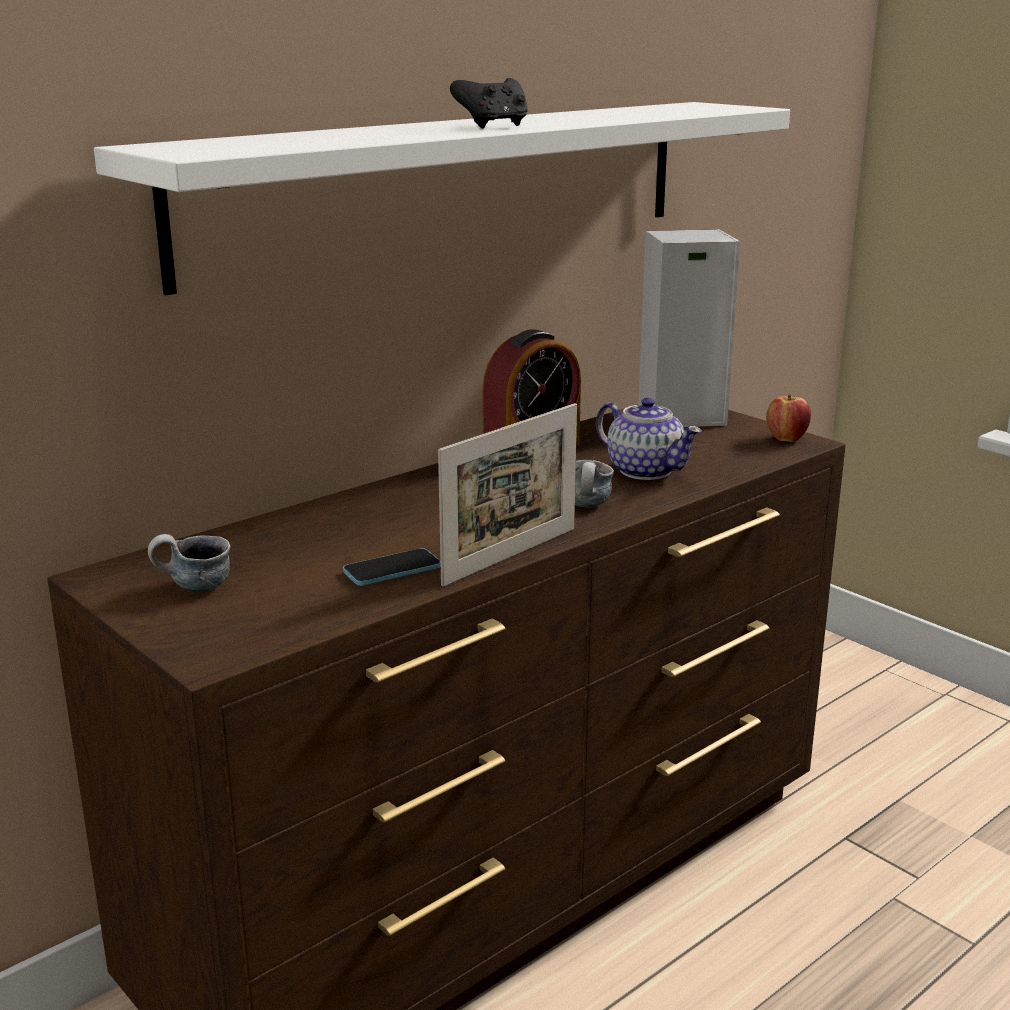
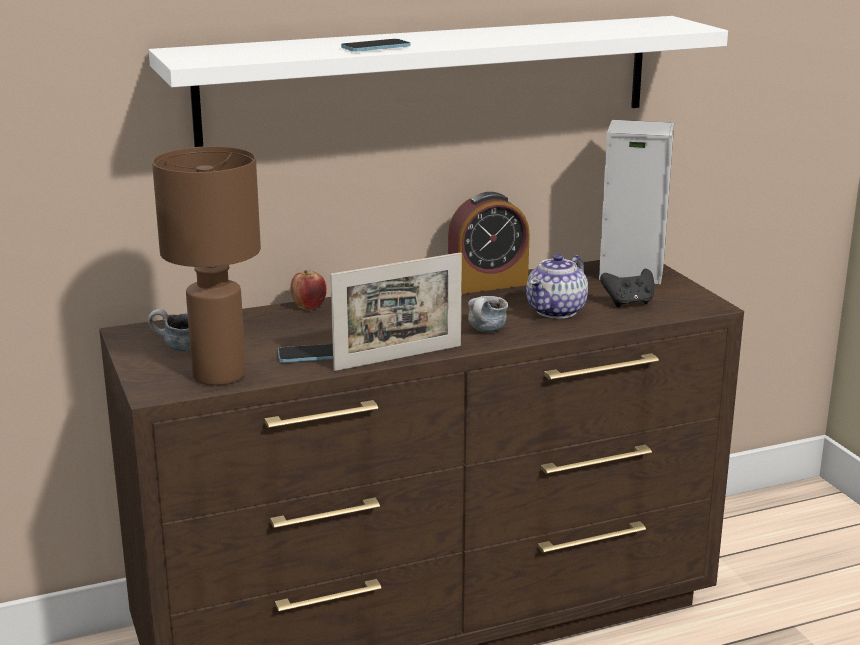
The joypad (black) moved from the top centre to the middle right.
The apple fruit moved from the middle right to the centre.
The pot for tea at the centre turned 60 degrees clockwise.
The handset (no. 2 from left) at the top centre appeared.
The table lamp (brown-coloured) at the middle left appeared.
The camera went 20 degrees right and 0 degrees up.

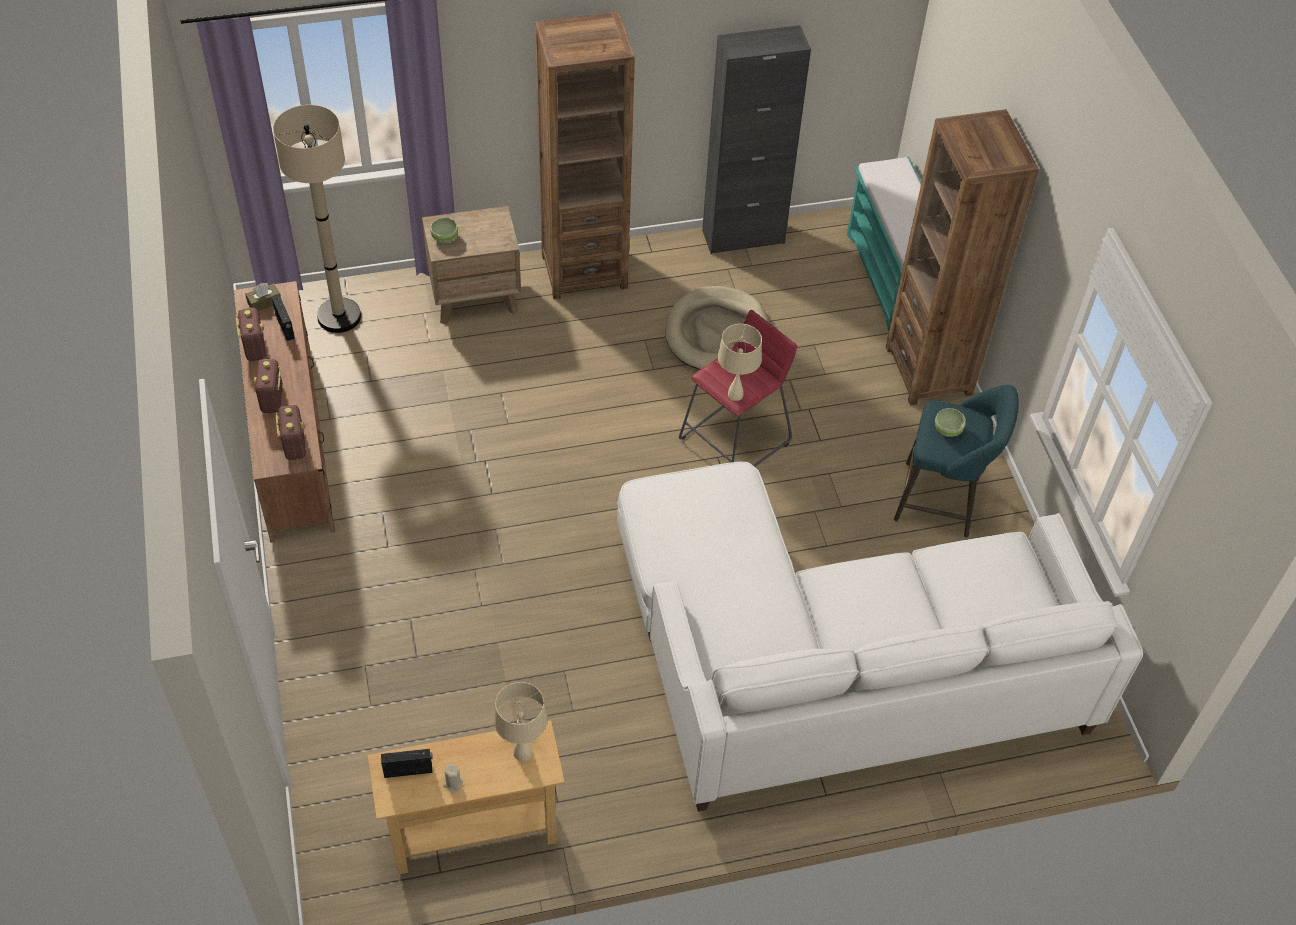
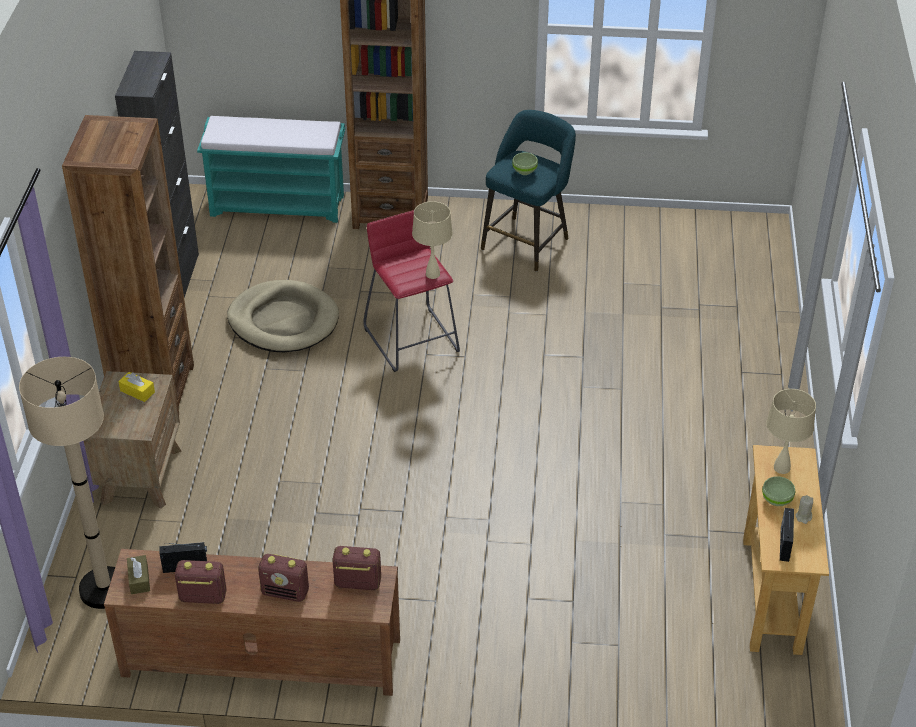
The serving bowl (green) (no. 1 from left in the first image) moved from the top centre to the bottom right.
The couch (white) at the bottom right disappeared.
The tissue box (yellowish) at the middle left appeared.
The camera went 70 degrees left and 10 degrees down.

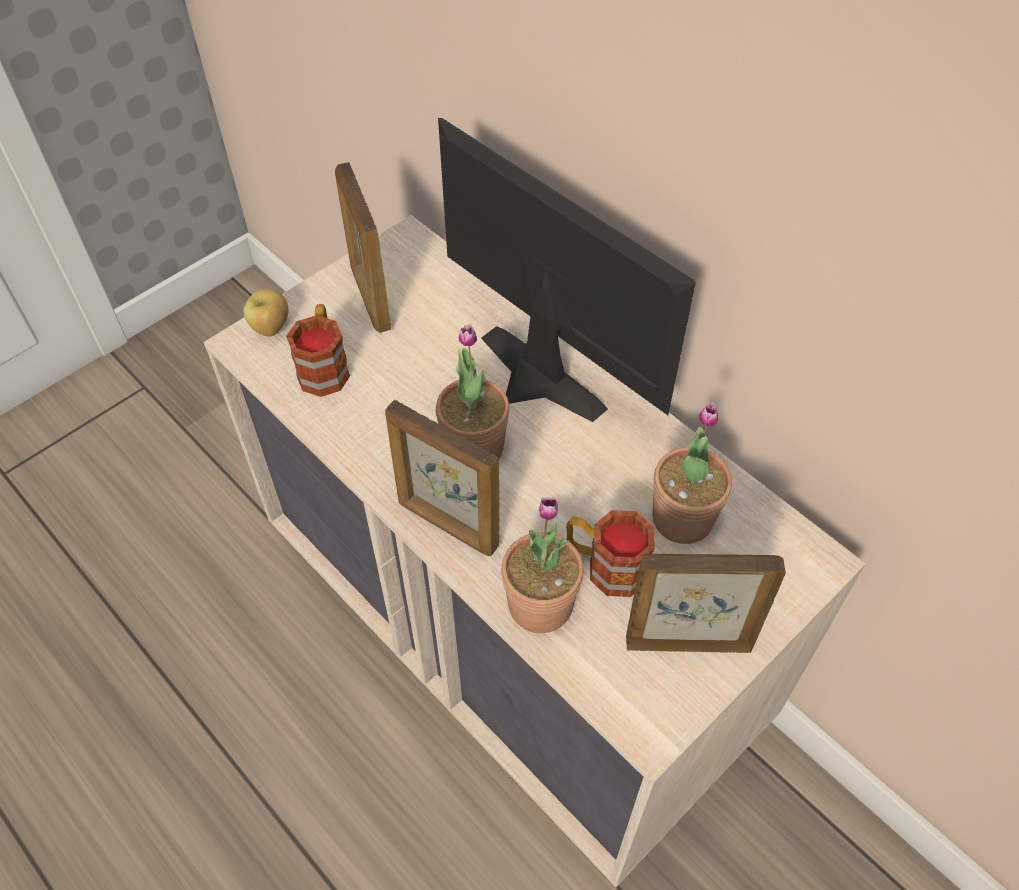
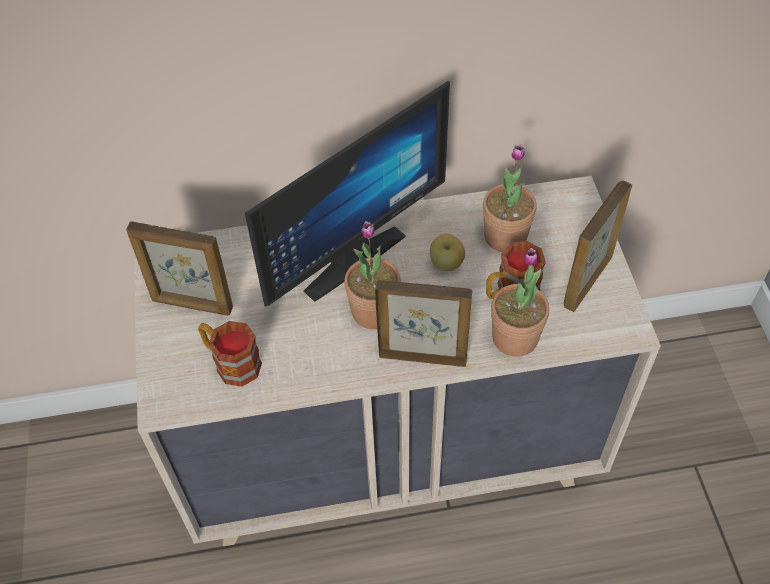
The computer screen at the top centre turned 150 degrees clockwise.
The apple fruit moved from the middle left to the centre.
The picture frame (no. 2 from left) at the centre turned 150 degrees counterclockwise.
The camera went 55 degrees left and 0 degrees up.

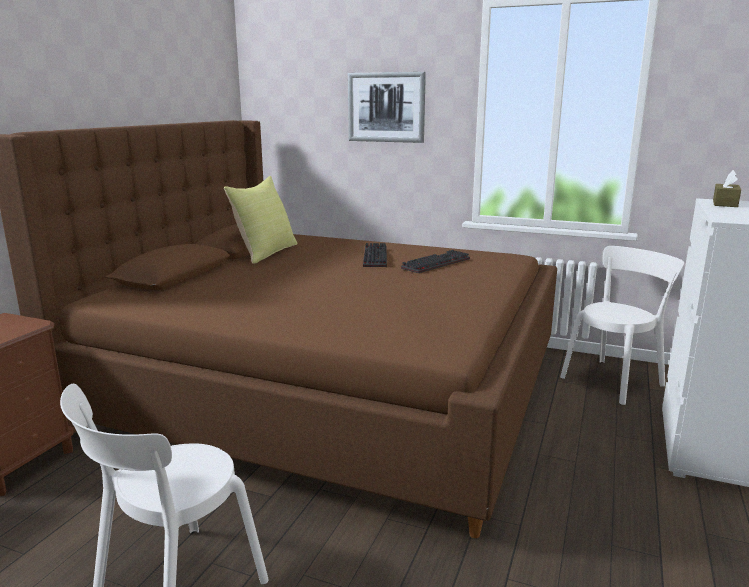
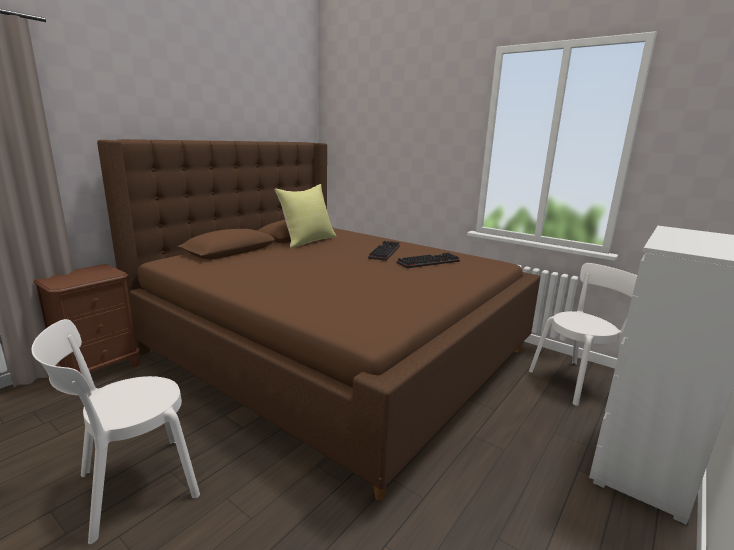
The picture at the top centre disappeared.
The tissue box (brown-coloured) at the top right disappeared.
The camera went 15 degrees right and 0 degrees up.

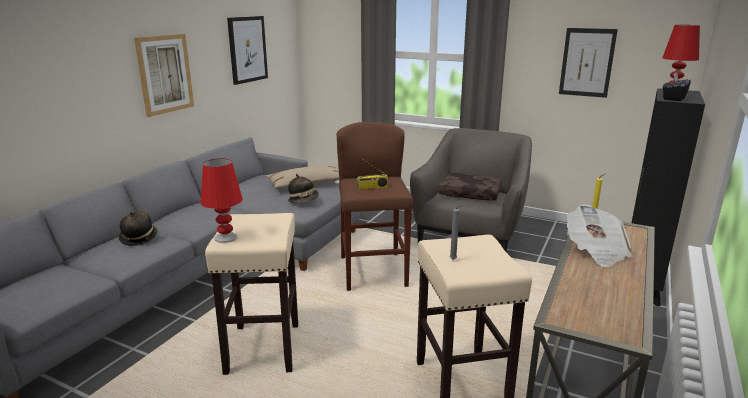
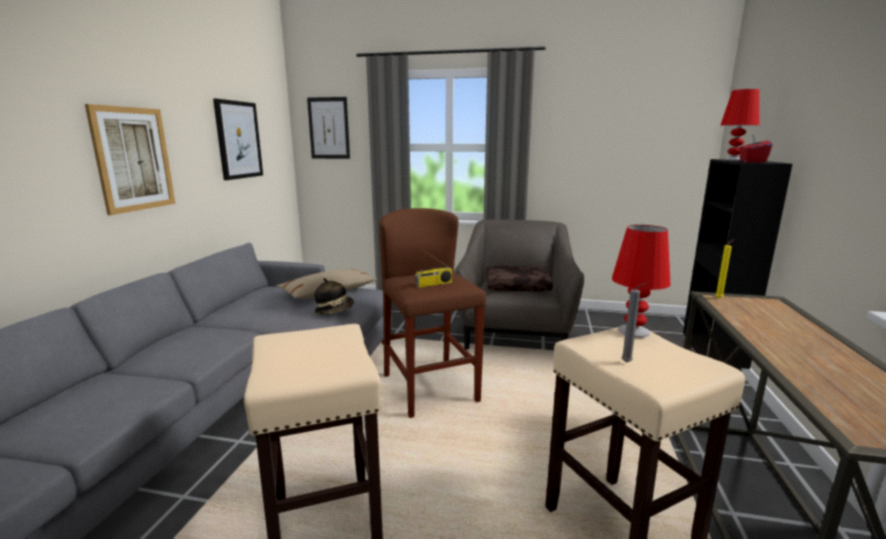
The picture (no. 3 from left) moved from the top right to the top centre.
The tissue box (black) at the top right became the tissue box (red) at the top right.
The table lamp (red) (no. 1 from left) moved from the middle left to the middle right.
The printed paper at the middle right disappeared.
The clothing hat (no. 1 from left) at the middle left disappeared.
The camera went 15 degrees left and 5 degrees down.

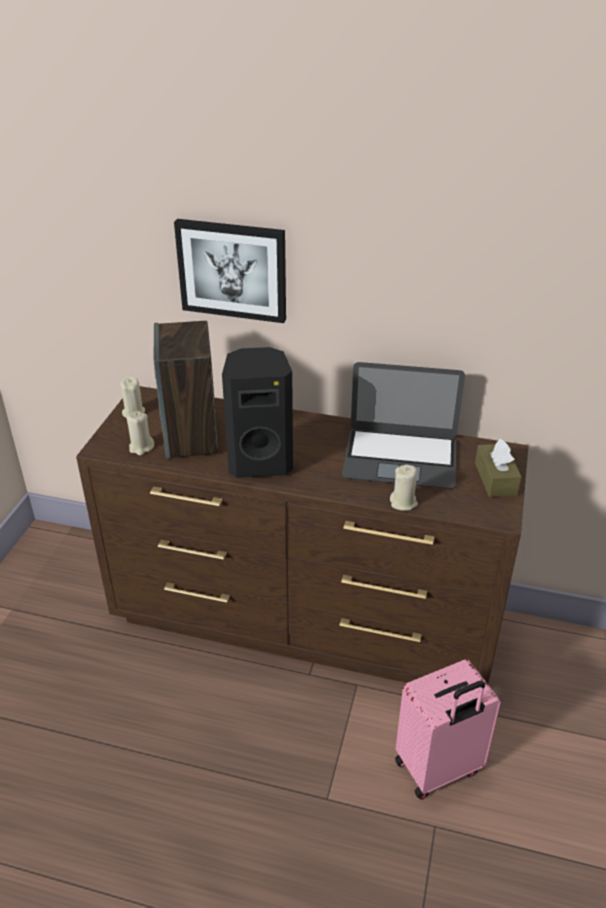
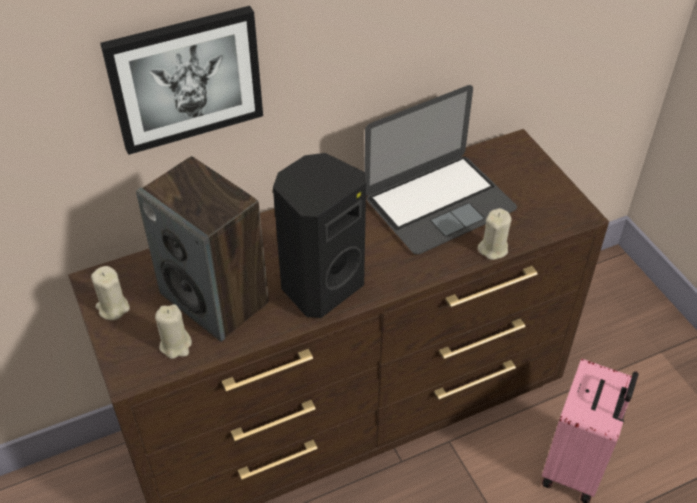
The tissue box (brown-coloured) at the middle right disappeared.
The camera went 40 degrees left and 10 degrees up.

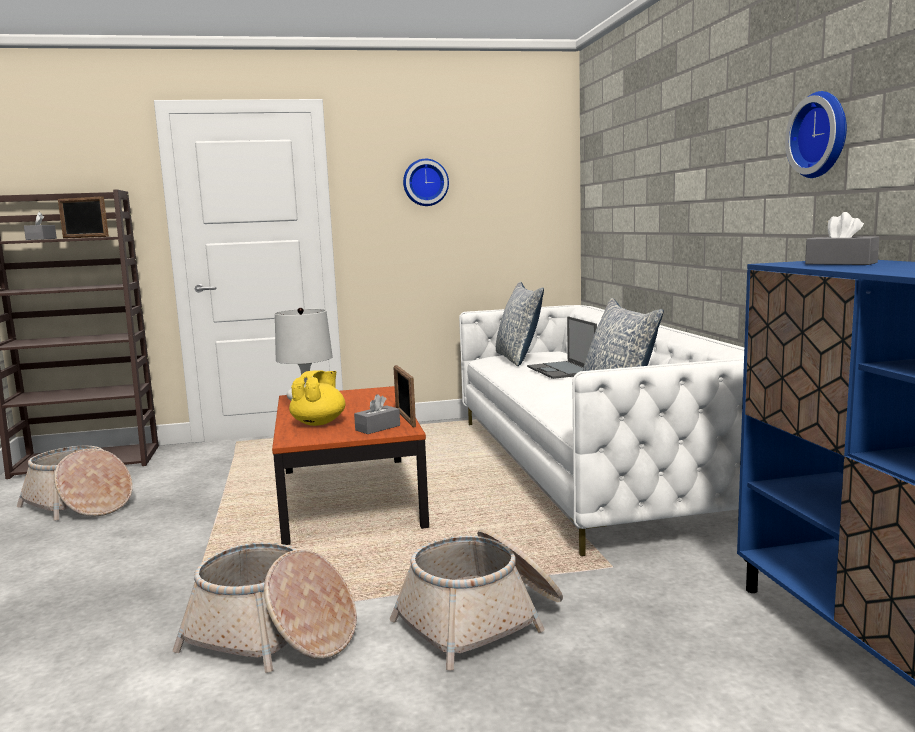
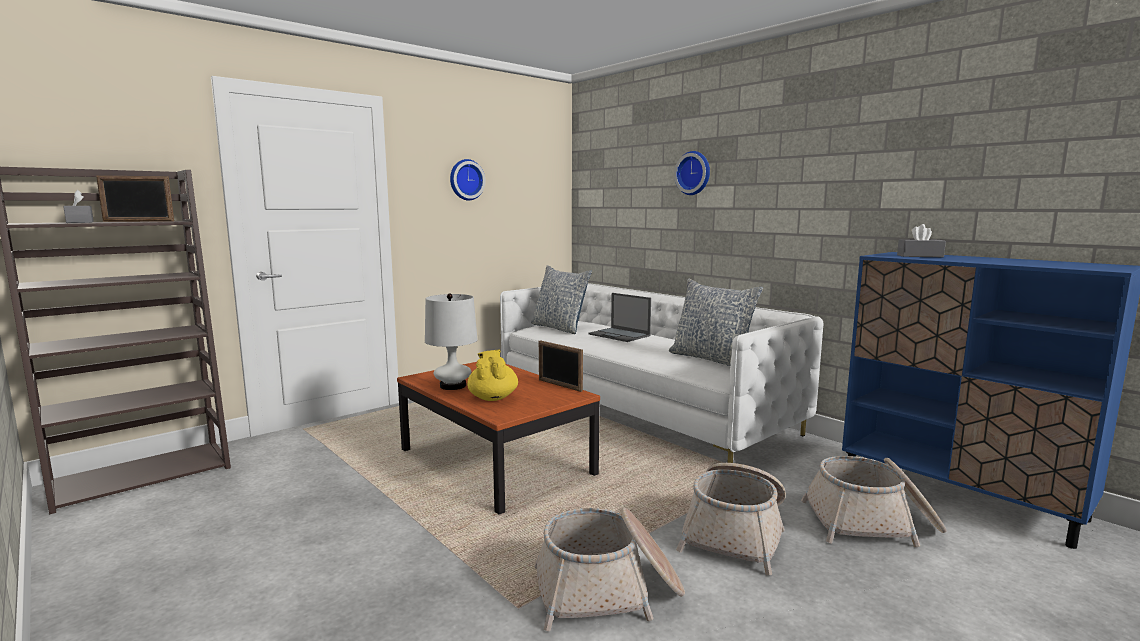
The clock on the wall (no. 2 from left) moved from the top right to the top centre.
The tissue box (gray) (no. 2 from left) at the centre disappeared.
The household basket (no. 1 from left in the first image) moved from the middle left to the bottom right.
The camera went 30 degrees left and 0 degrees up.

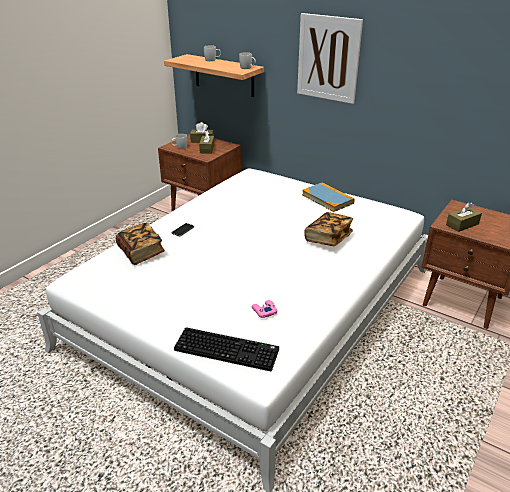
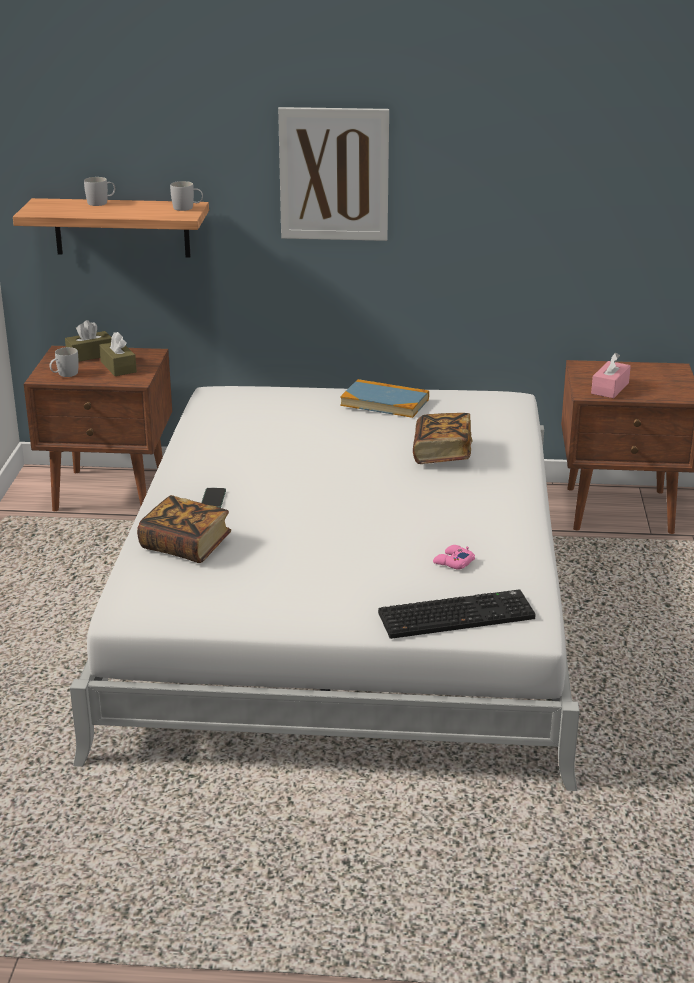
The tissue box (brown-coloured) (no. 3 from left) at the middle right became the tissue box (pink-coloured) at the middle right.
The camera went 30 degrees left and 5 degrees down.

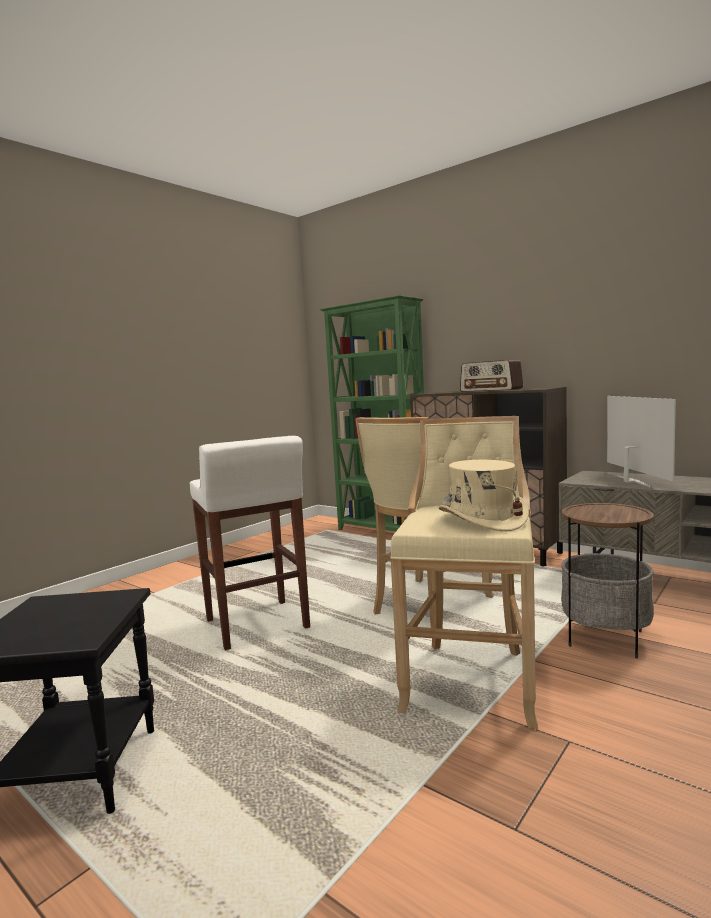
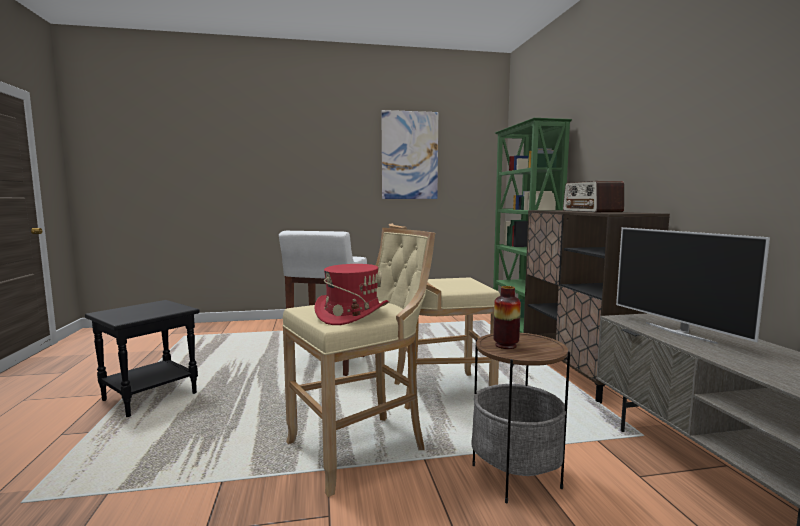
The television at the middle right turned 120 degrees clockwise.
The clothing hat (sand-coloured) at the middle right became the clothing hat (red) at the centre.
The picture at the top centre appeared.
The decorative vase at the centre appeared.
The camera went 40 degrees right and 0 degrees up.

